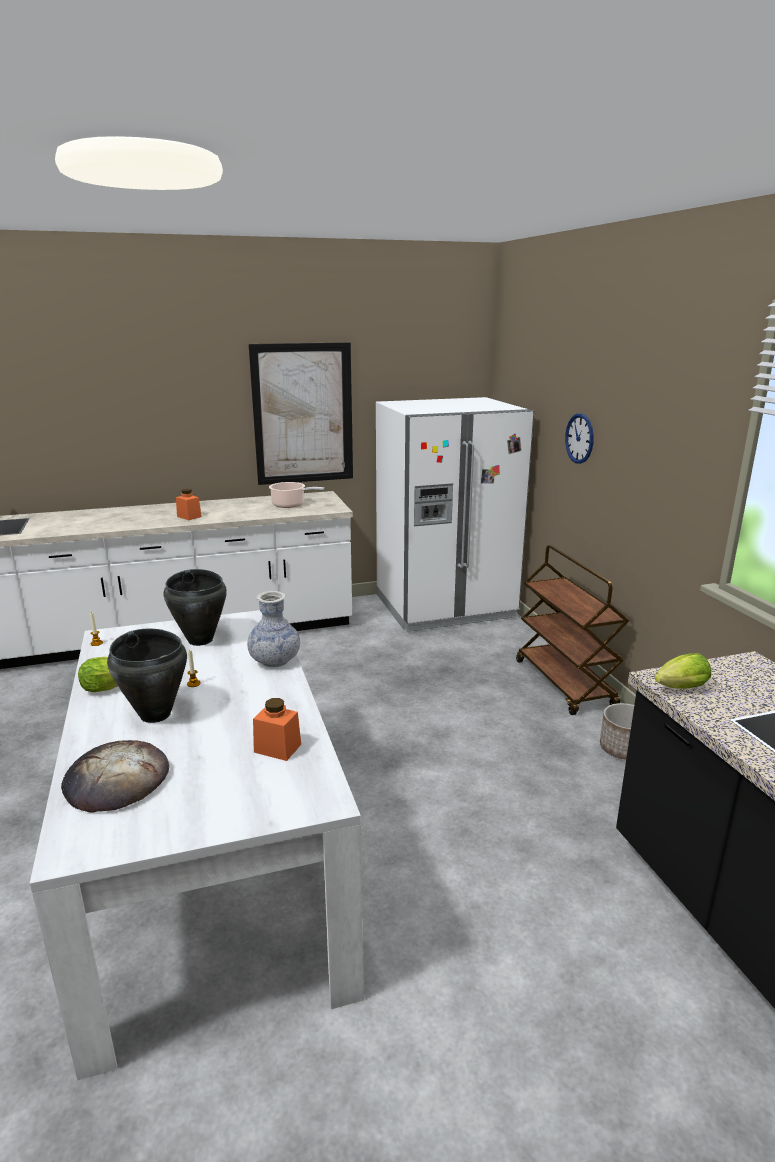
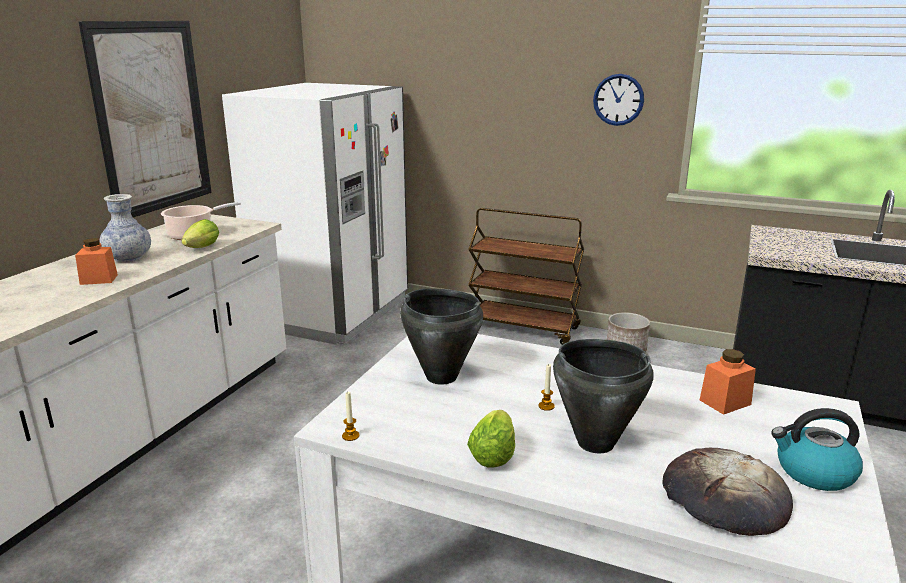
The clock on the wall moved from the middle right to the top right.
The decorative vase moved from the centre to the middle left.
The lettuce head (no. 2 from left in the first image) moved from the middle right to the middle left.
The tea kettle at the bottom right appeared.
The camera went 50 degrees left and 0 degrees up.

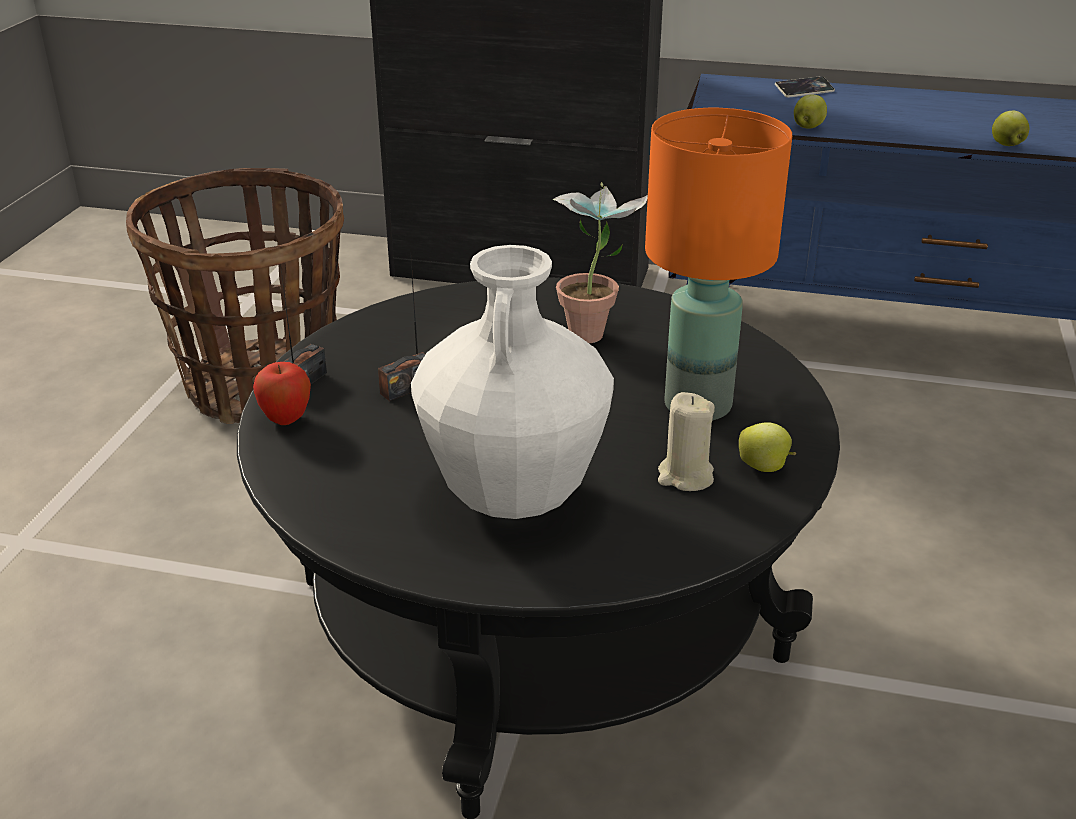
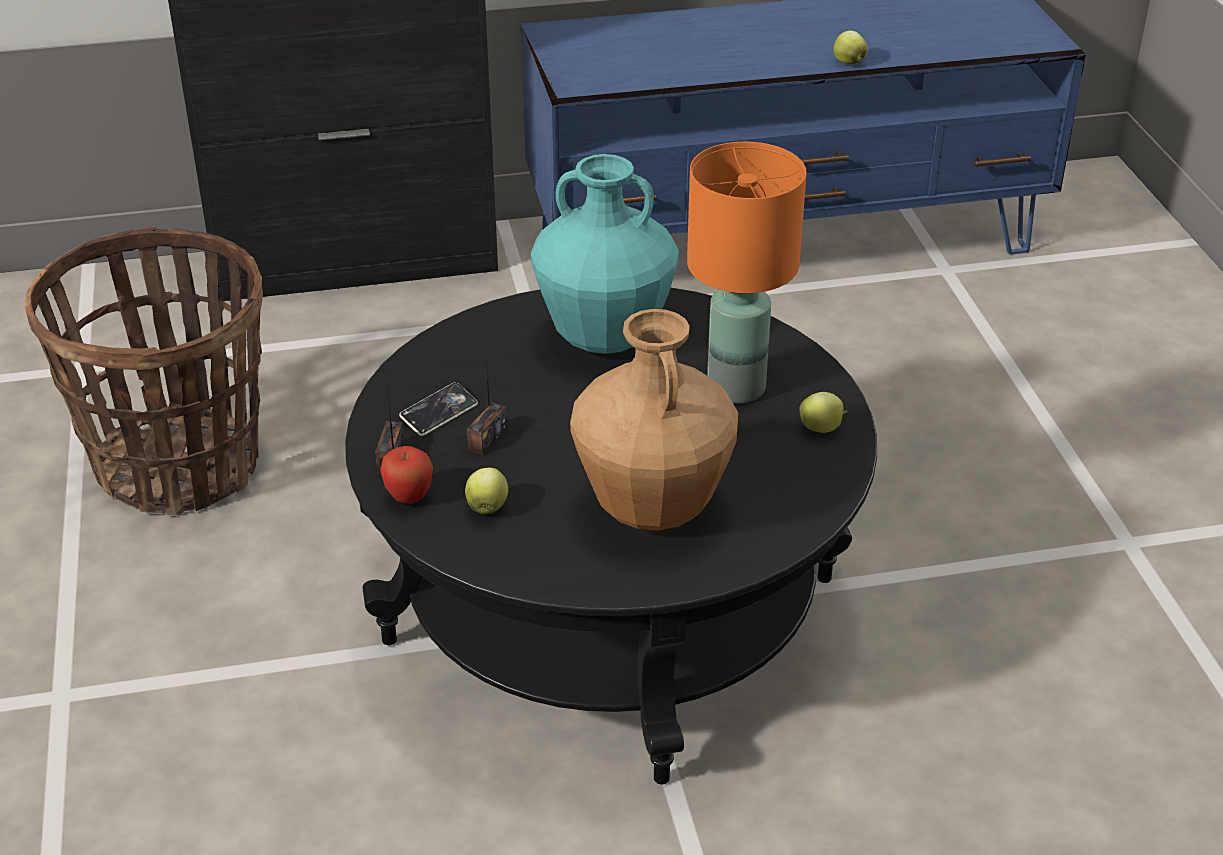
The handset moved from the top right to the centre.
The apple fruit (no. 3 from left in the first image) moved from the top right to the centre.
The houseplant at the top centre was replaced by the decorative vase (blue-green) at the top centre.
The decorative vase (white) at the centre became the decorative vase (brown-coloured) at the centre.
The wax candle (sand-coloured) at the centre disappeared.
The camera went 25 degrees left and 5 degrees up.

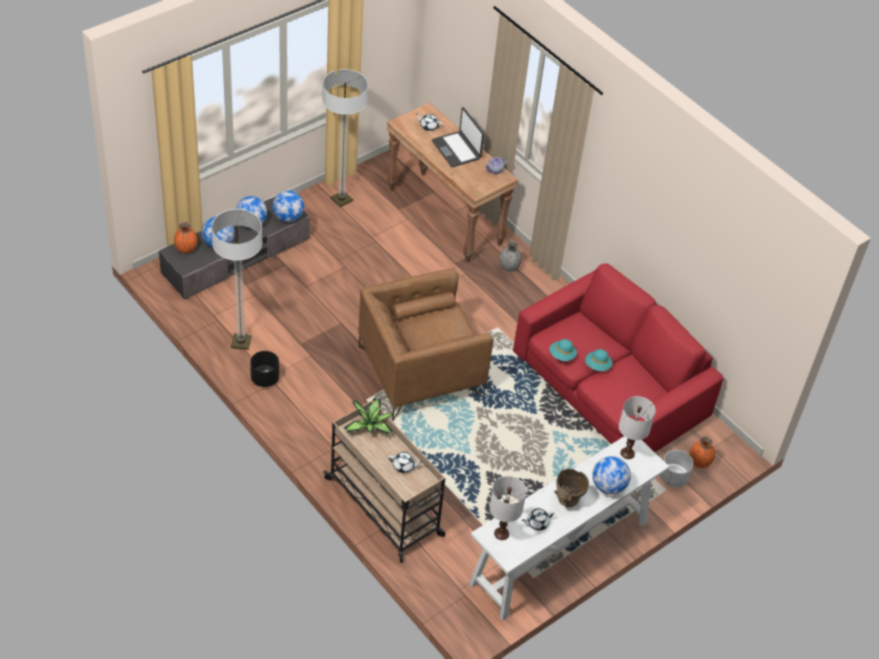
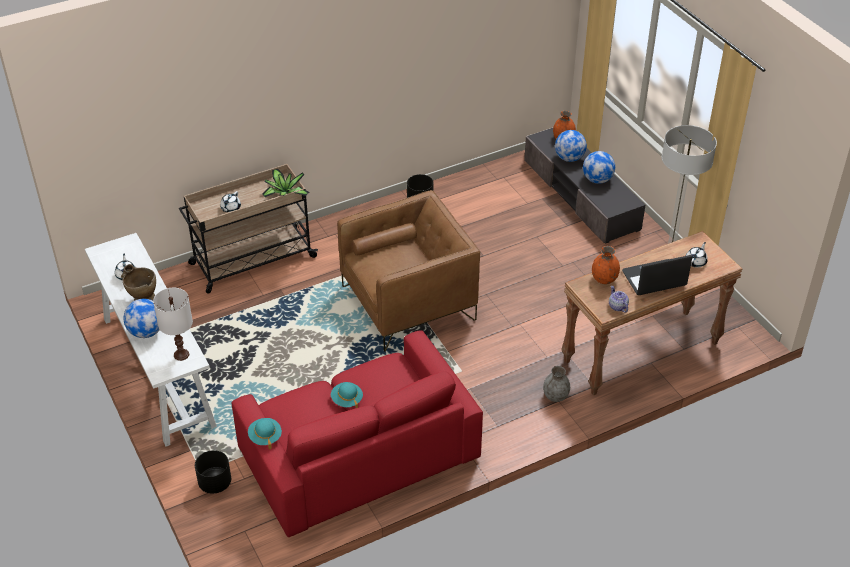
The desk globe (no. 3 from left) at the top left disappeared.
The standard lamp (no. 1 from left) at the middle left disappeared.
The easy chair (brown-coloured) at the centre turned 75 degrees clockwise.
The clothing hat (blue-green) (no. 1 from left) moved from the centre to the bottom left.
The decorative vase (orangey) (no. 2 from left) moved from the bottom right to the middle right.
The flower pot (white) at the bottom right became the flower pot (black) (no. 1 from left) at the bottom left.
The table lamp (white) (no. 1 from left) at the bottom centre disappeared.
The camera went 105 degrees right and 5 degrees down.

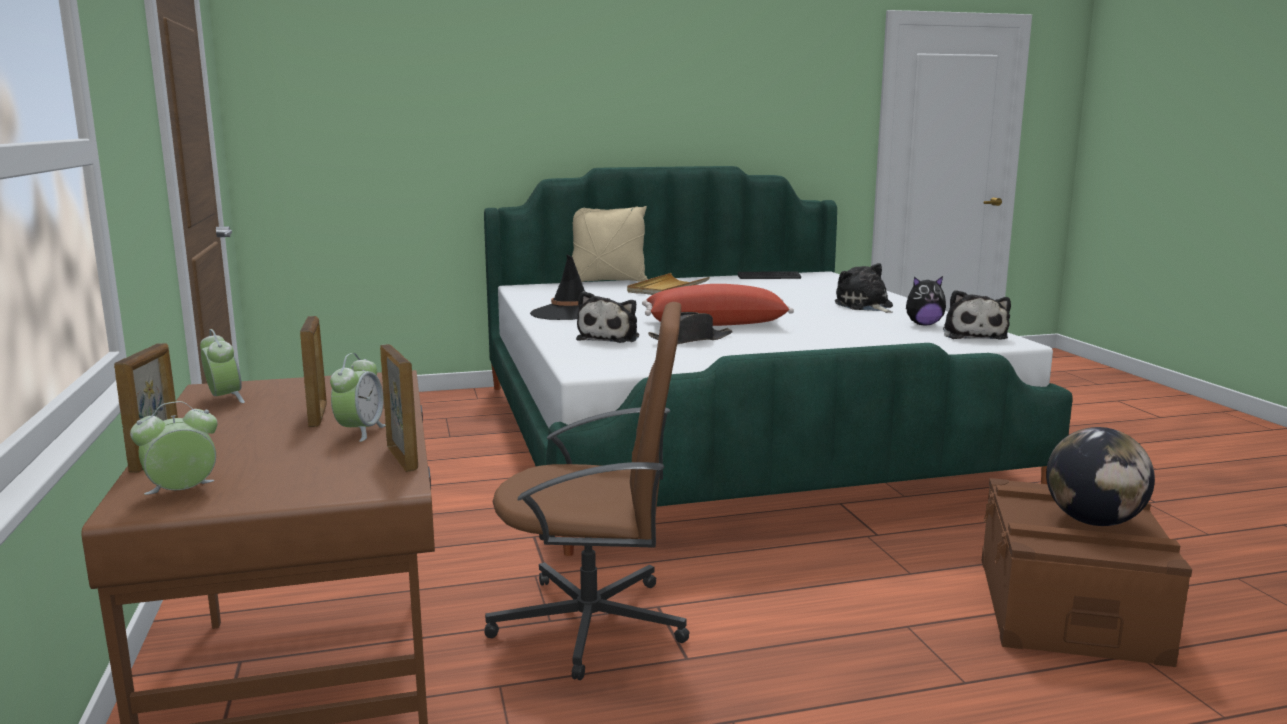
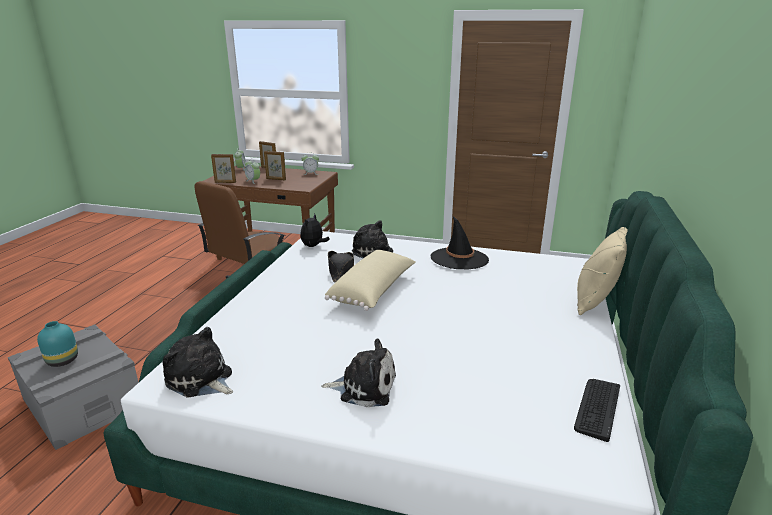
The serving tray (sand-coloured) at the centre disappeared.
The cuddly toy (no. 3 from left in the first image) moved from the middle right to the centre.
The throw pillow (red) at the centre became the throw pillow (sand-coloured) (no. 1 from left) at the centre.
The desk globe at the middle right was replaced by the decorative vase (blue-green) at the bottom left.
The storage bin (brown-coloured) at the bottom right became the storage bin (gray) at the bottom left.
The camera went 120 degrees right and 10 degrees up.

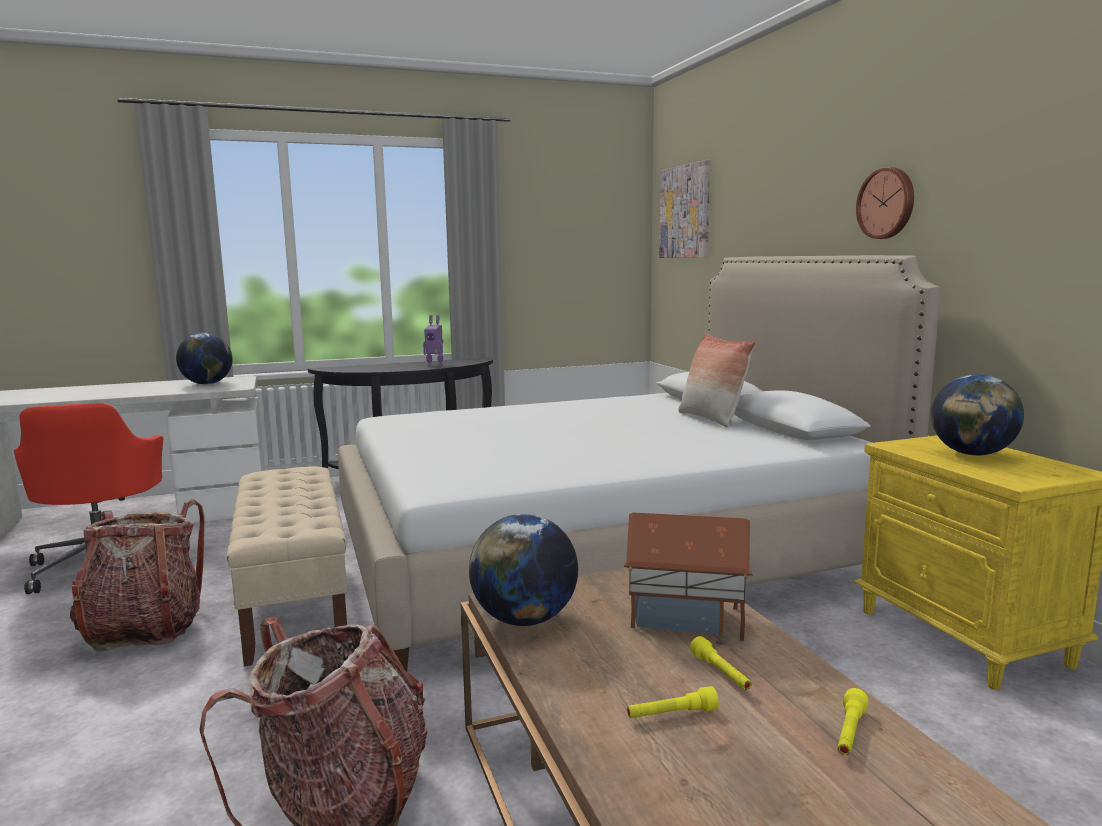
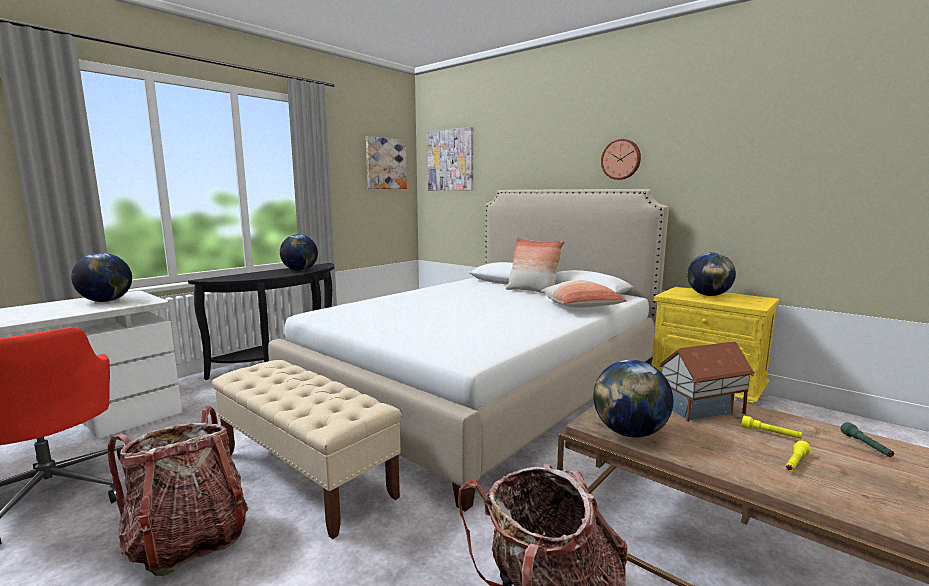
The toy robot at the centre was replaced by the desk globe (no. 2 from left) at the middle left.
The torch (yellowish) (no. 3 from left) at the bottom right became the torch (green) at the bottom right.
The picture (no. 1 from left) at the top centre appeared.
The throw pillow (no. 2 from left) at the centre appeared.
The camera went 30 degrees left and 0 degrees up.

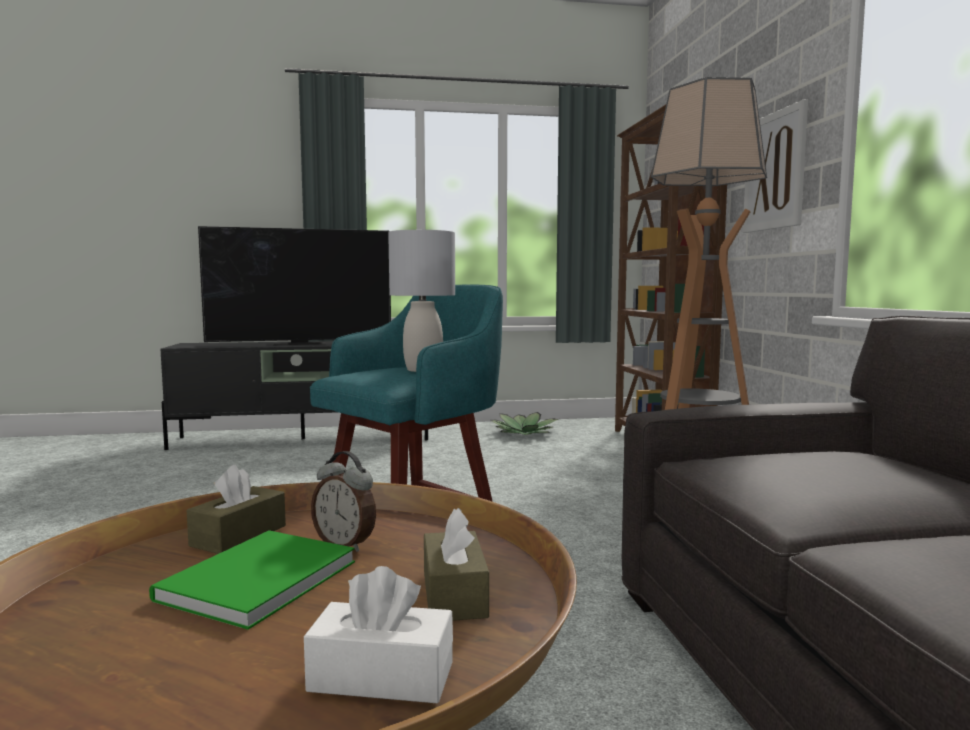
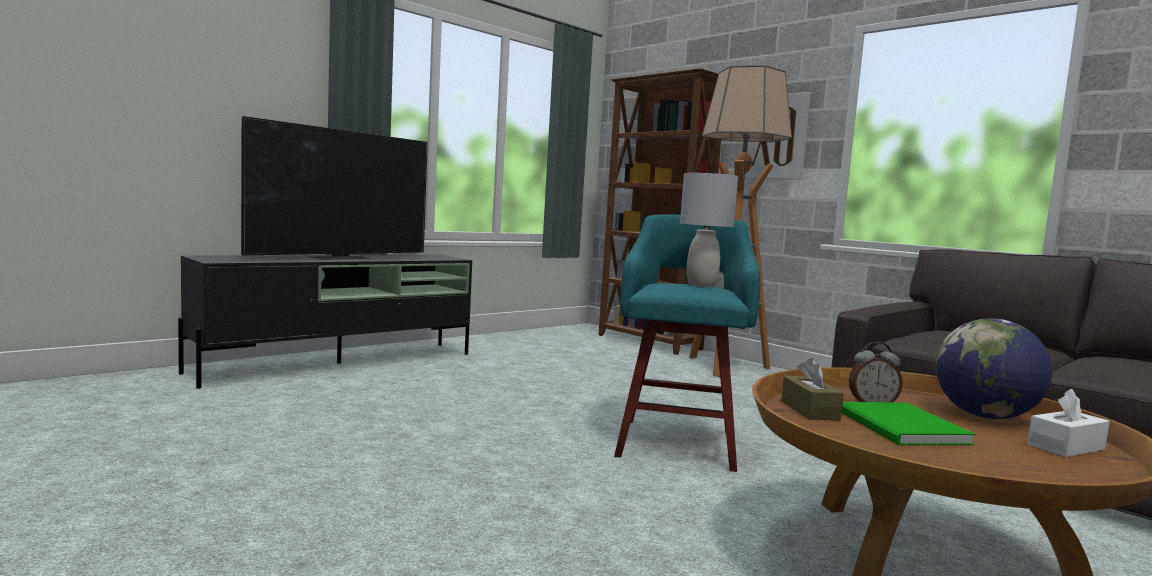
The houseplant at the centre disappeared.
The tissue box (brown-coloured) (no. 2 from left) at the bottom centre was replaced by the desk globe at the middle right.
The camera went 35 degrees left and 0 degrees up.

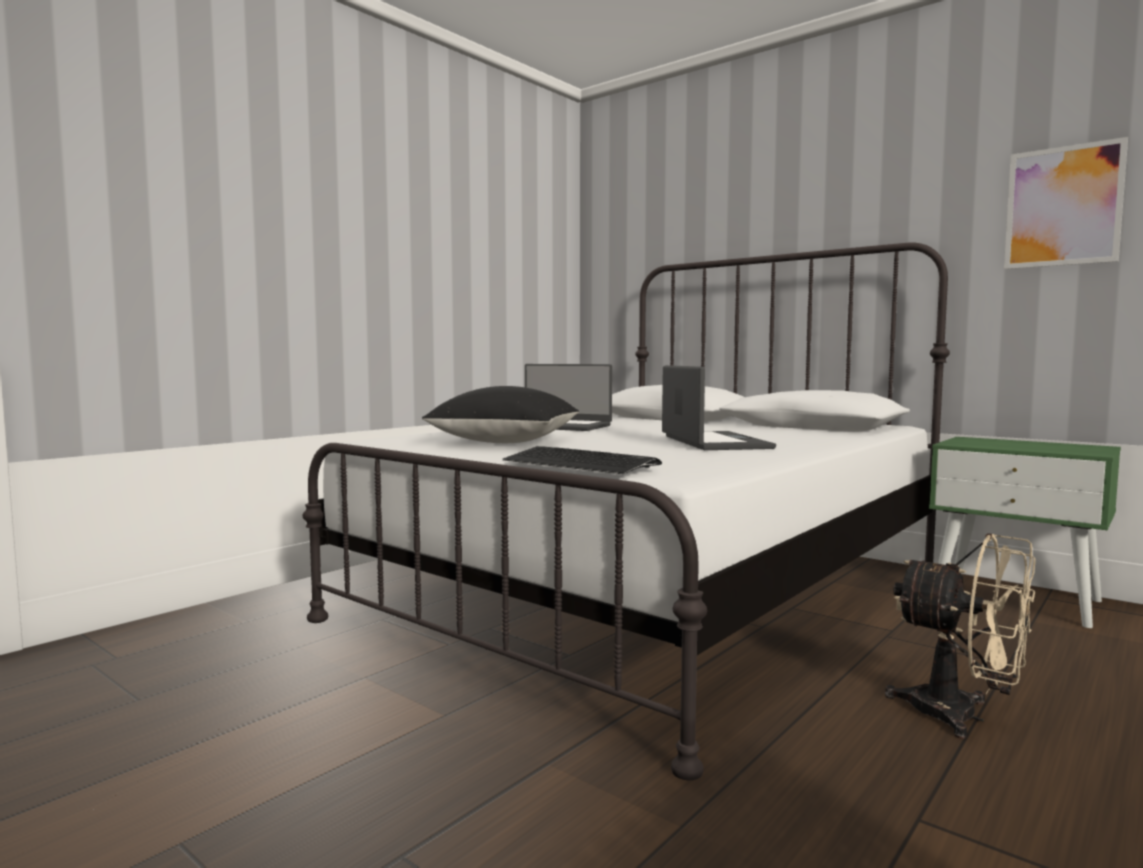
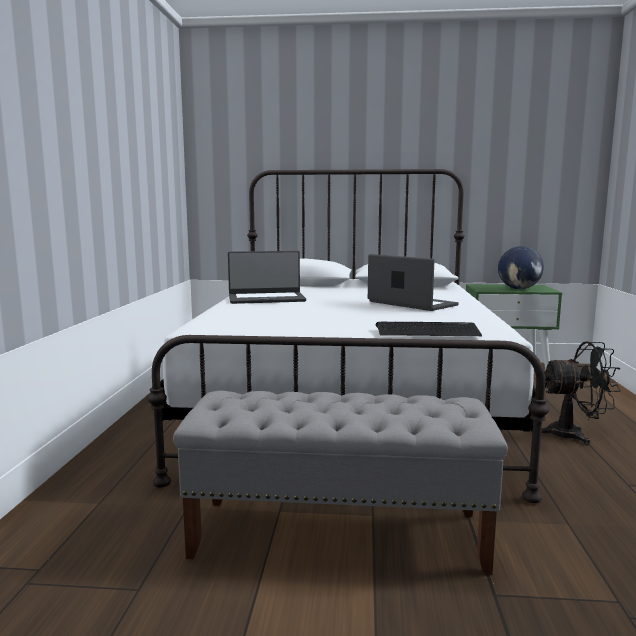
The picture at the top right disappeared.
The throw pillow (black) at the centre disappeared.
The fan (sand-coloured) at the bottom right became the fan (black) at the middle right.
The desk globe at the middle right appeared.
The bench (gray) at the bottom centre appeared.
The camera went 35 degrees left and 5 degrees up.

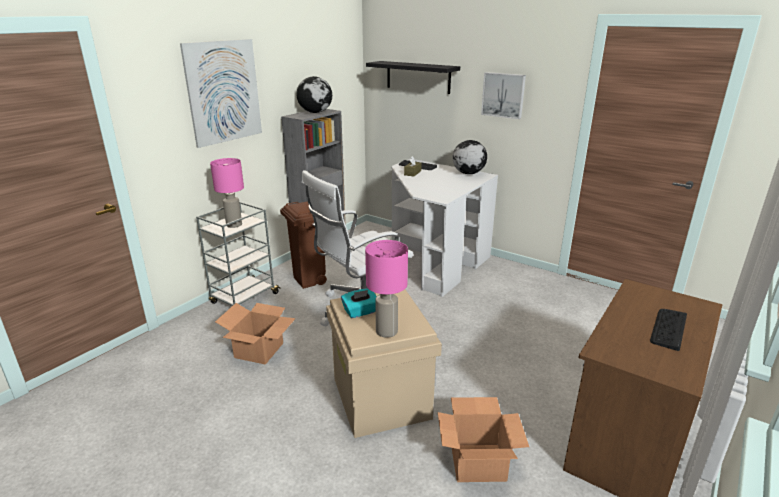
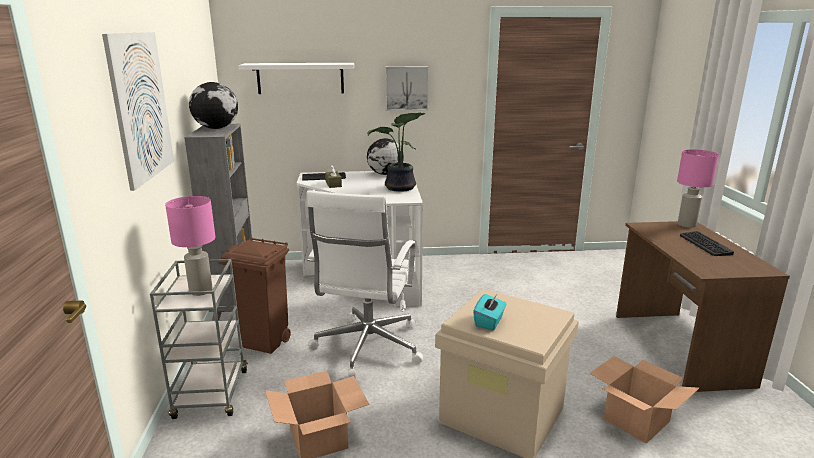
The bracket shelf (black) at the top centre became the bracket shelf (white) at the top centre.
The table lamp (pink-coloured) (no. 2 from left) moved from the centre to the middle right.
The houseplant at the top centre appeared.
The camera went 40 degrees left and 5 degrees down.

